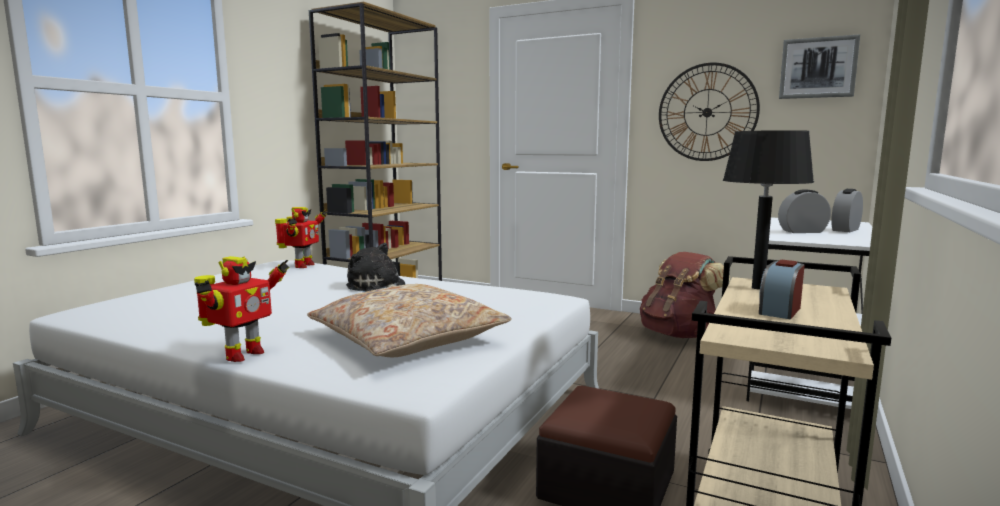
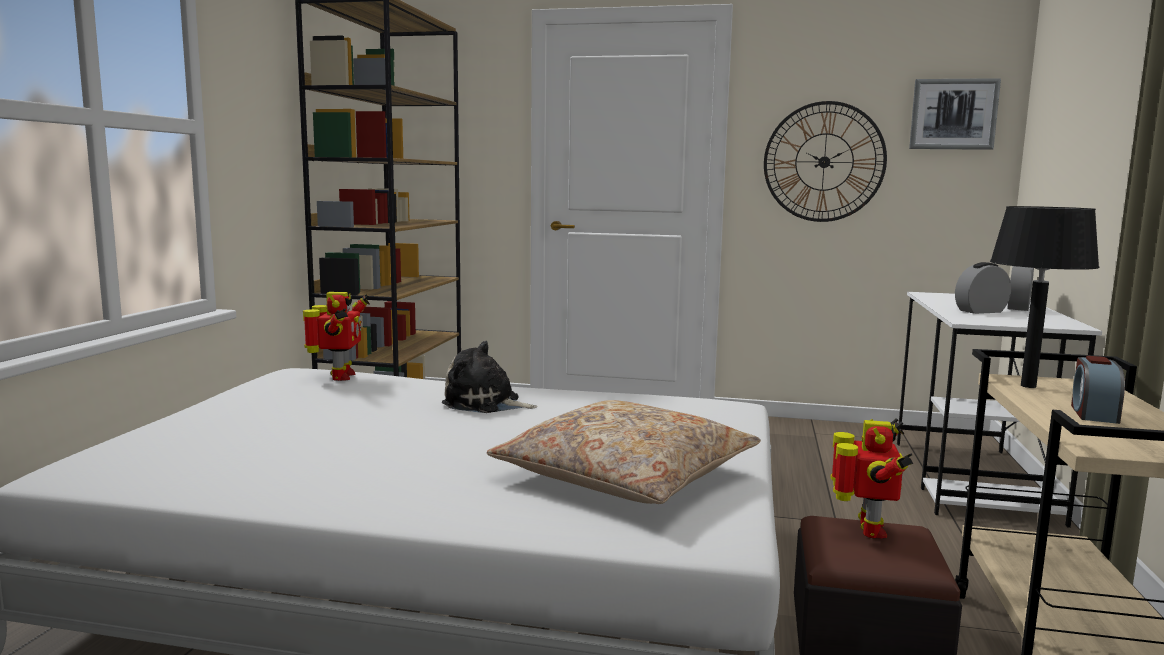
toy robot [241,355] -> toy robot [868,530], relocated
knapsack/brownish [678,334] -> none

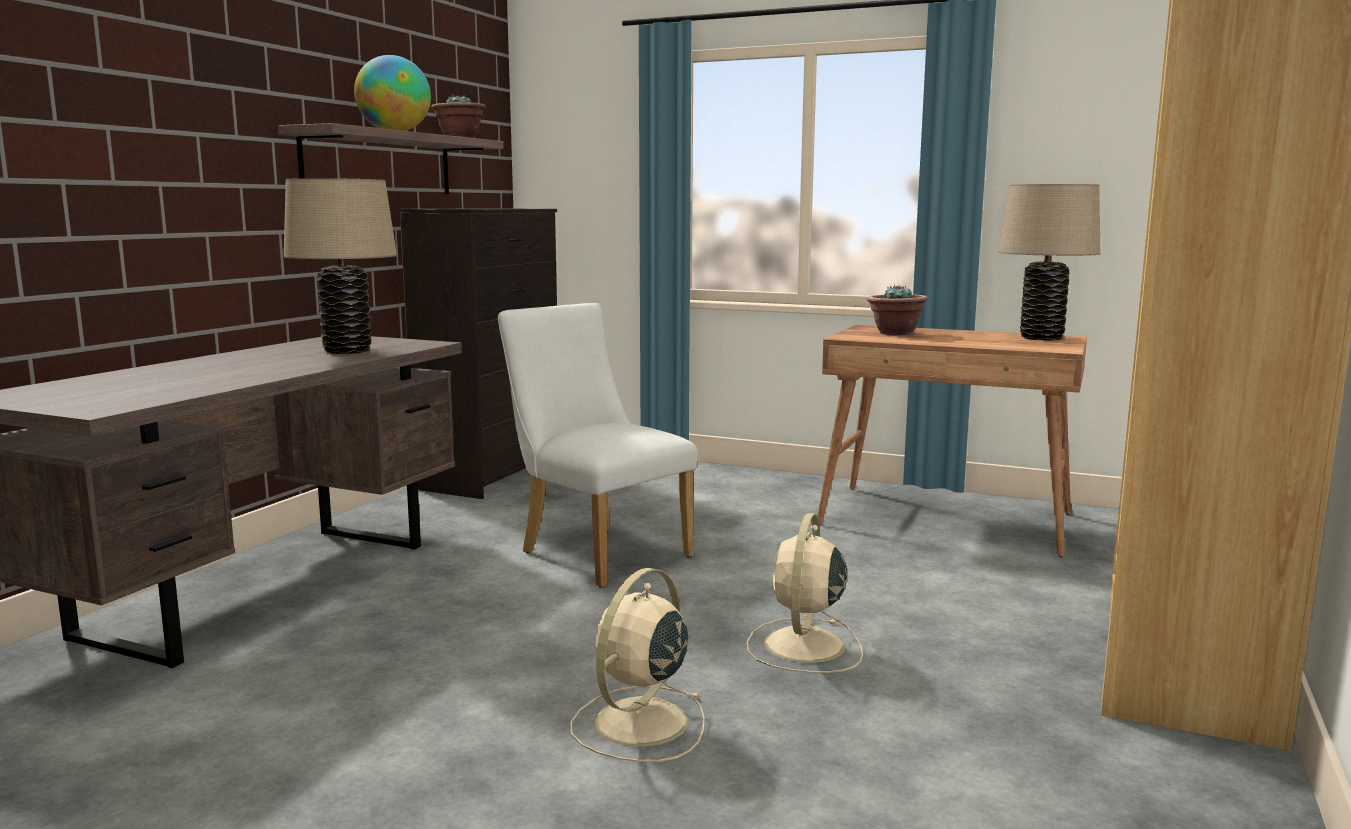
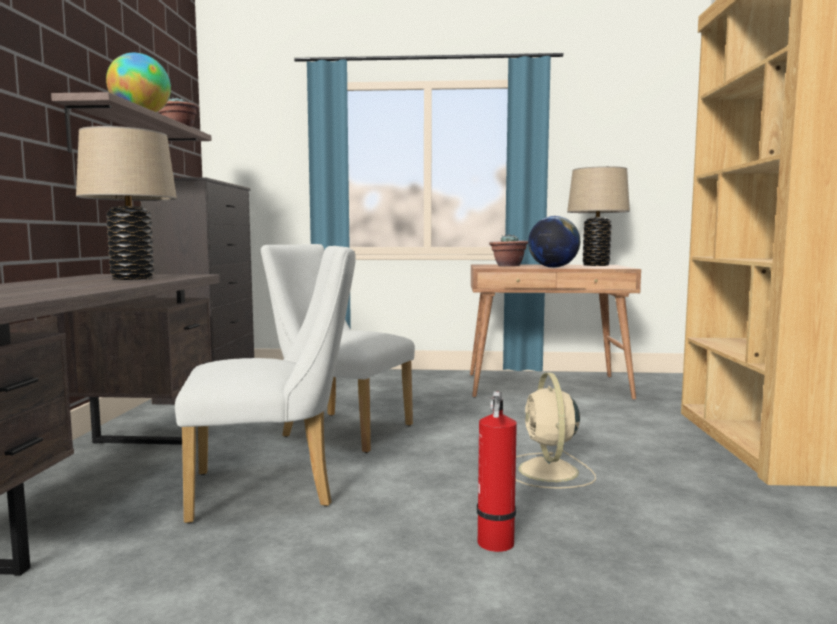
cooling fan/sand-coloured [638,724] -> extinguisher [495,545]
none -> chair/white-coloured [274,489]
none -> world globe [553,267]

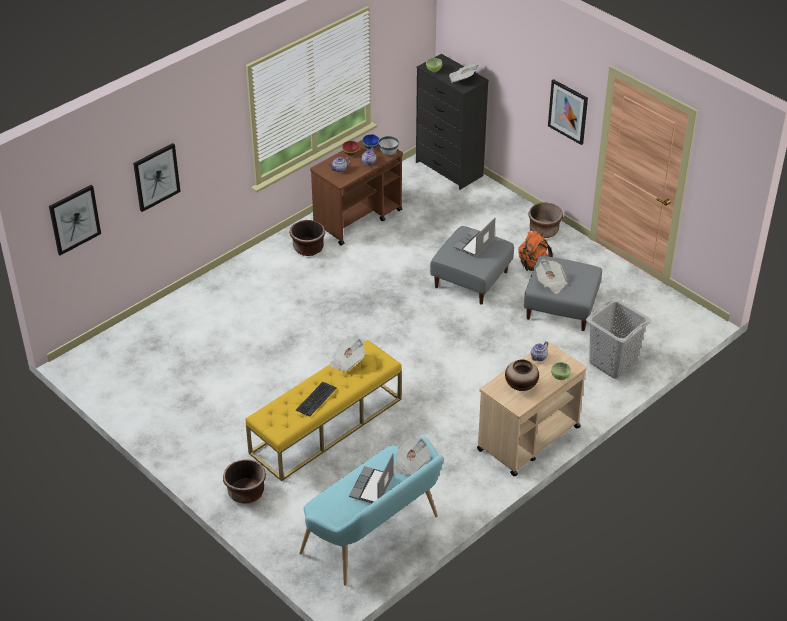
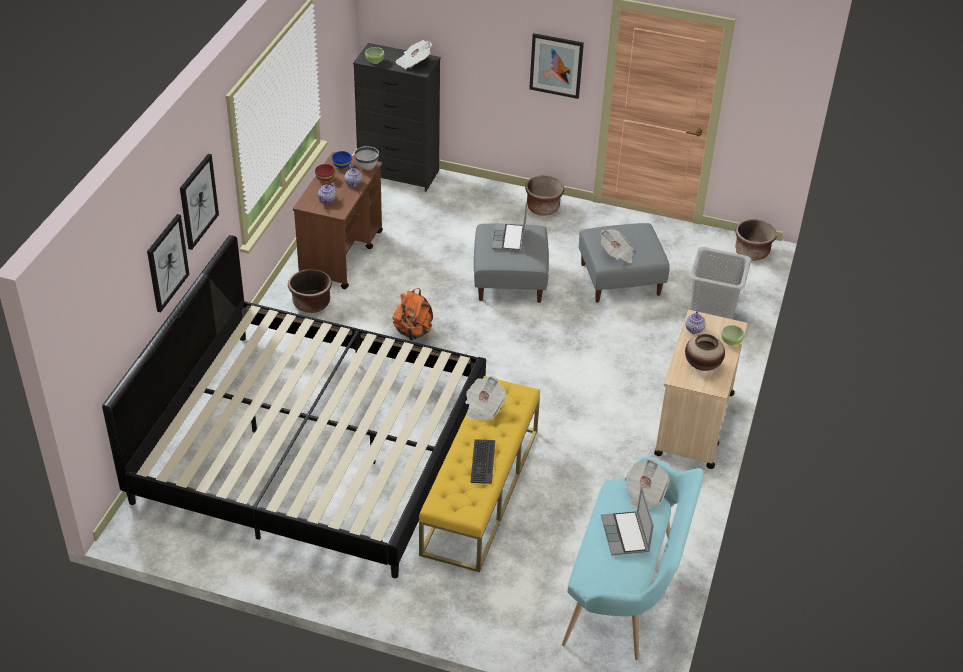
picture [74,219] -> picture [198,201], relocated
flower pot/brownish [246,493] -> flower pot/brownish [751,252], relocated
knapsack/orange [533,265] -> knapsack/orange [413,332], relocated
none -> sleeping bed [311,446]

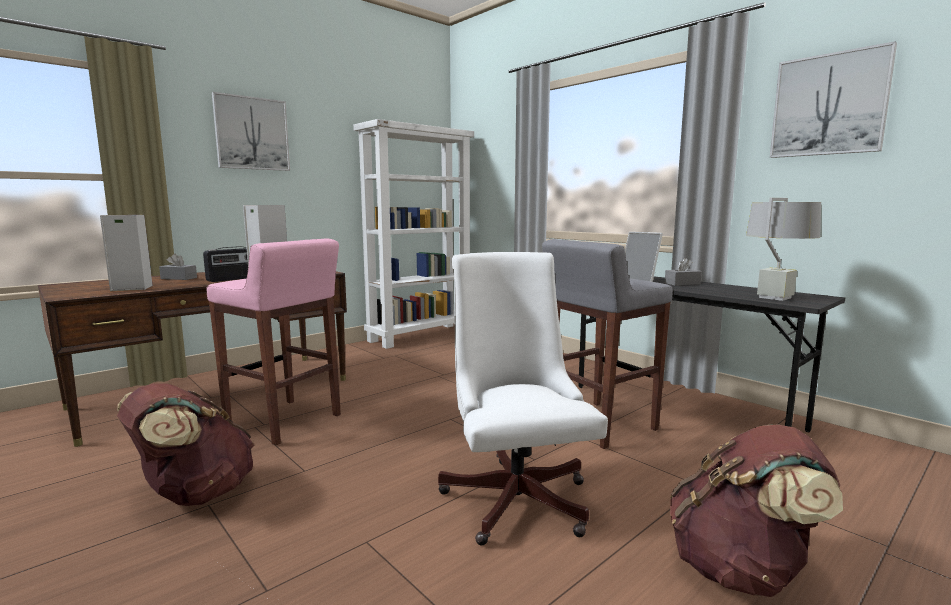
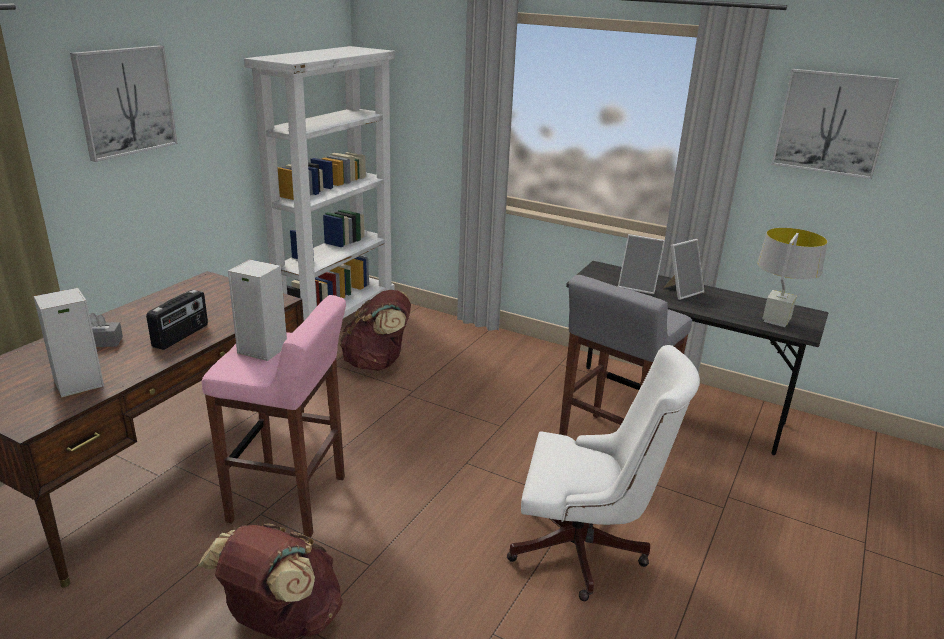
office chair/white-coloured [515,494] -> office chair/white-coloured [585,551], 135 degrees clockwise
tissue box/grey [682,283] -> standing frame [681,292]
knapsack/brownish [741,570] -> knapsack/brownish [377,363], relocated

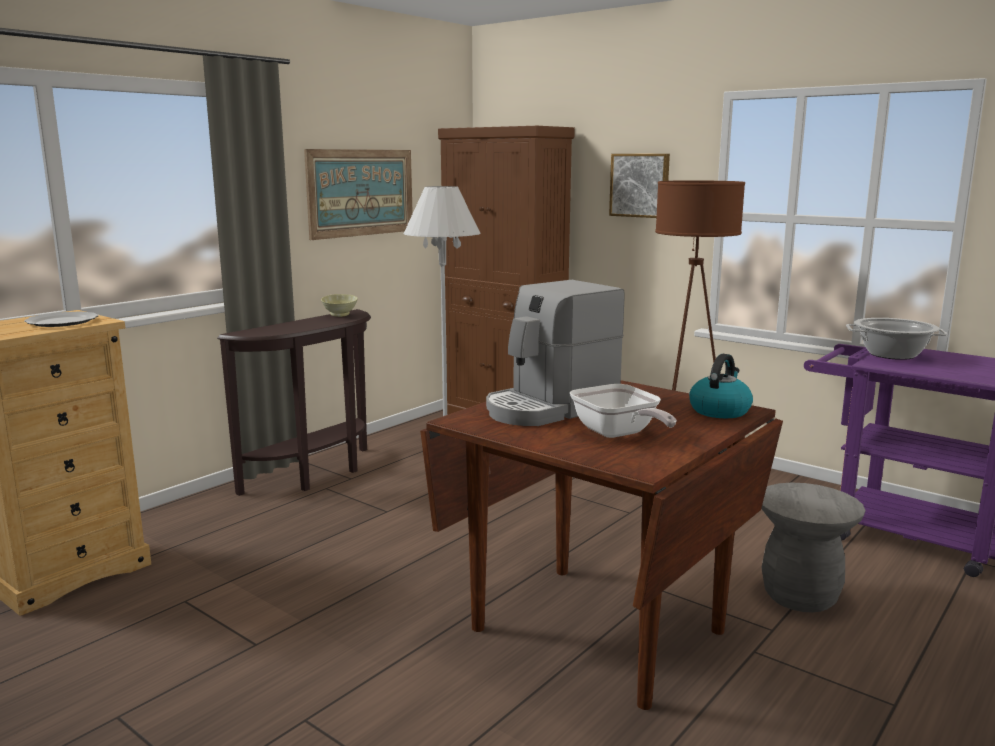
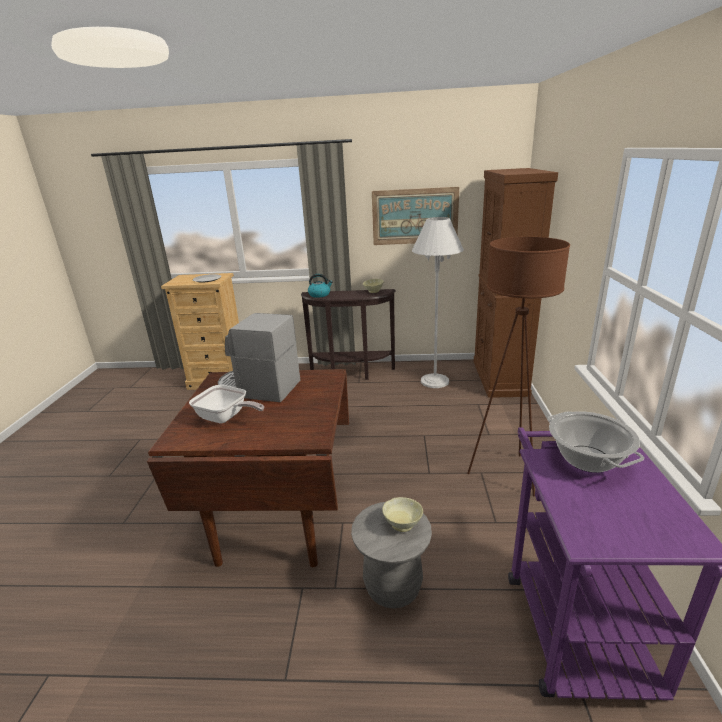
skillet [618,434] -> skillet [226,418], 90 degrees counterclockwise
picture [640,185] -> none
water kettle [719,410] -> water kettle [320,294], relocated
none -> bowl/sand-coloured [403,524]

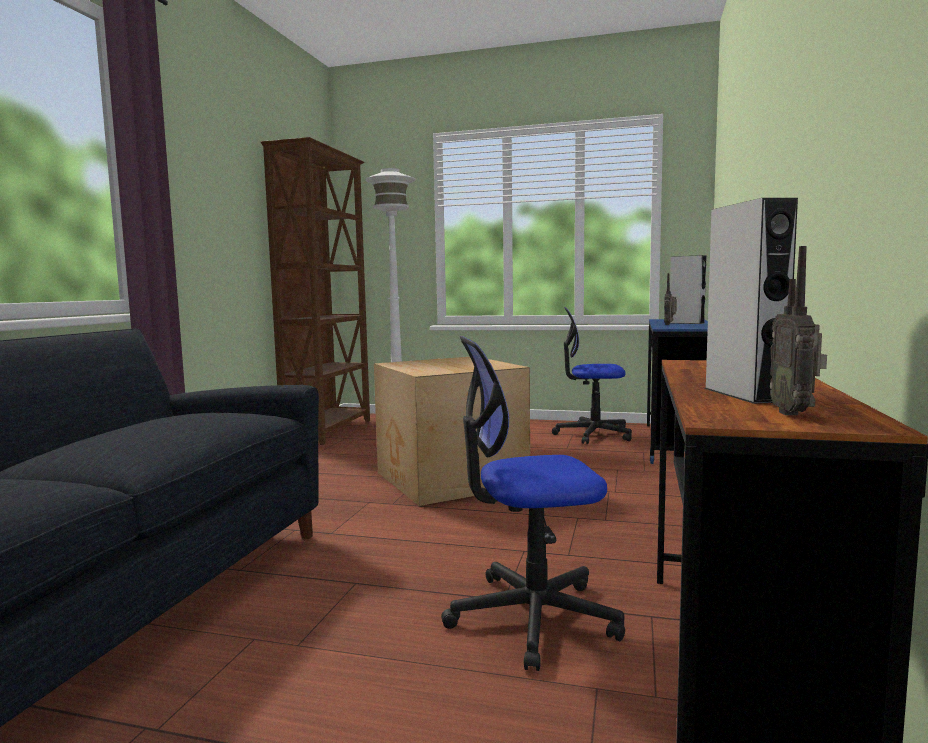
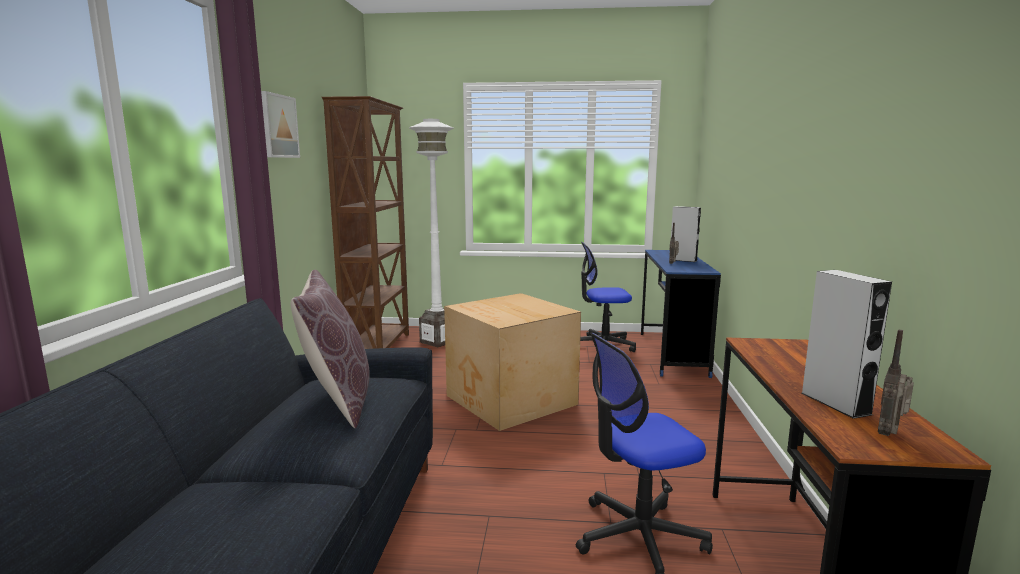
radio set [794,413] -> radio set [890,434], 45 degrees clockwise
none -> picture [276,126]
none -> pillow/brownish [337,399]

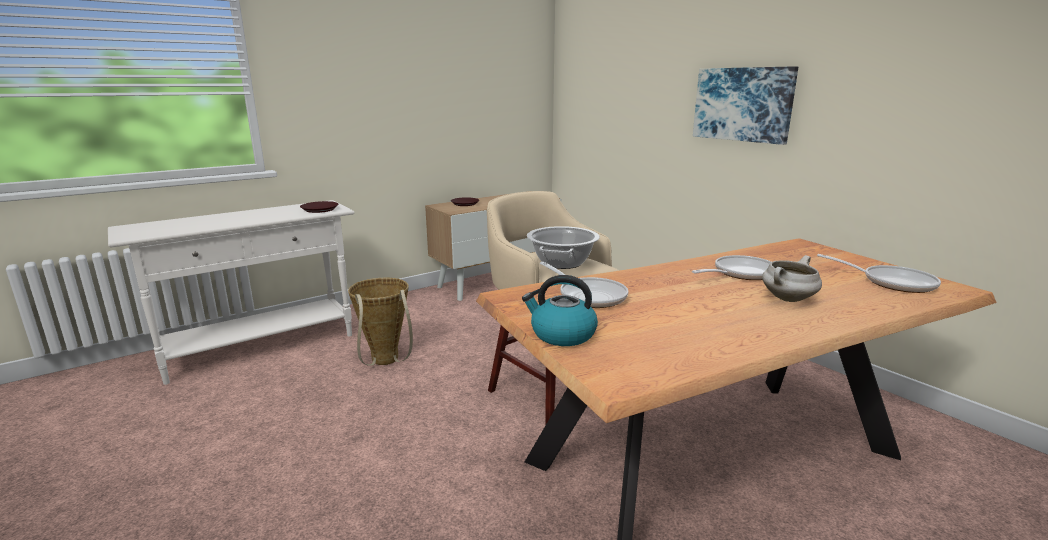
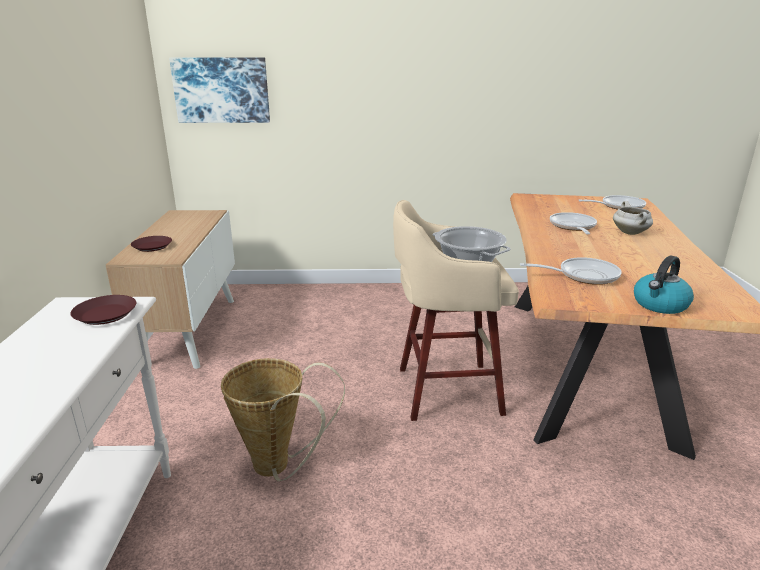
picture [743,104] -> picture [221,90], relocated

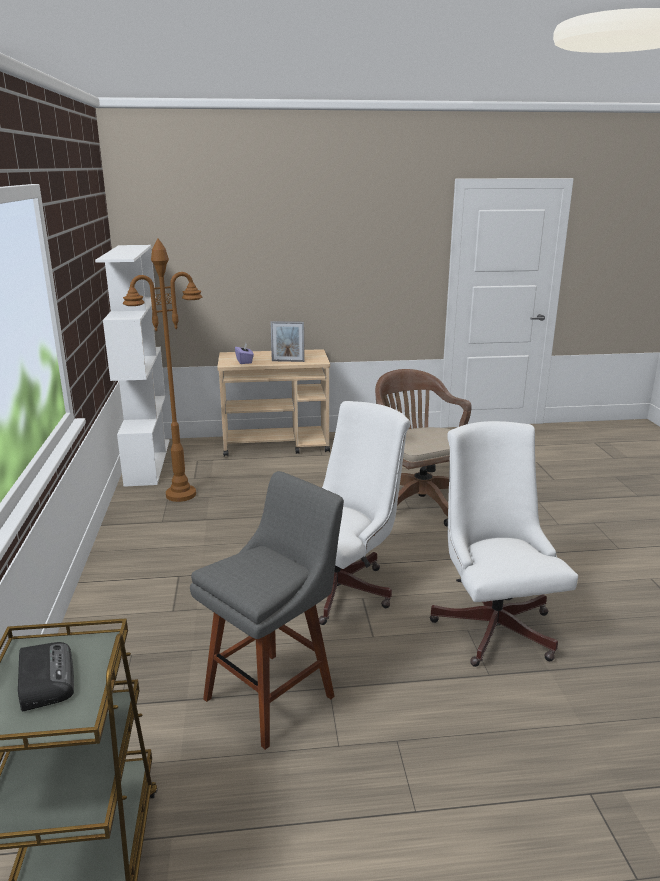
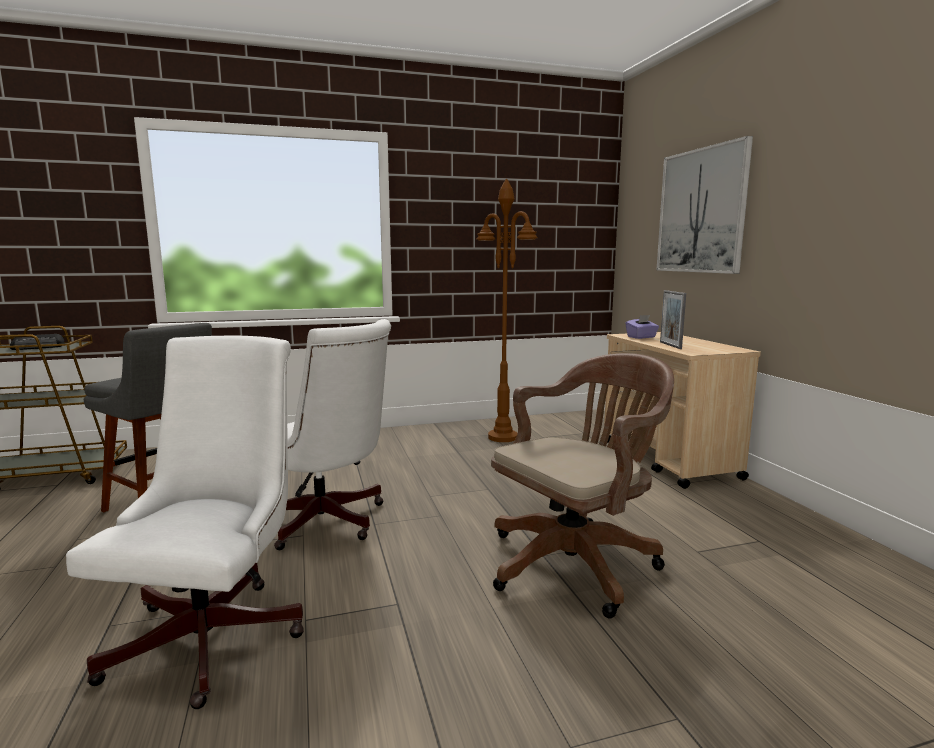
shelving unit/white-coloured [147,461] -> none
office chair/white-coloured [493,623] -> office chair/white-coloured [216,631], 60 degrees counterclockwise
none -> picture [701,211]

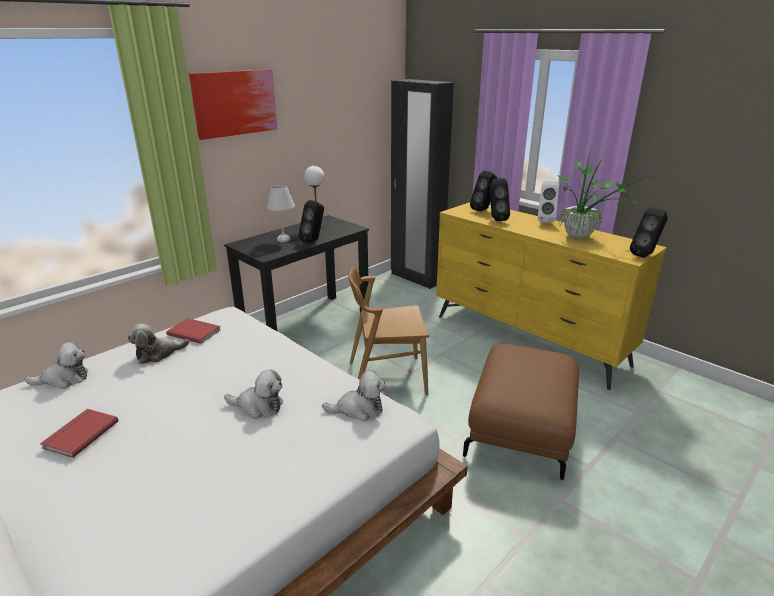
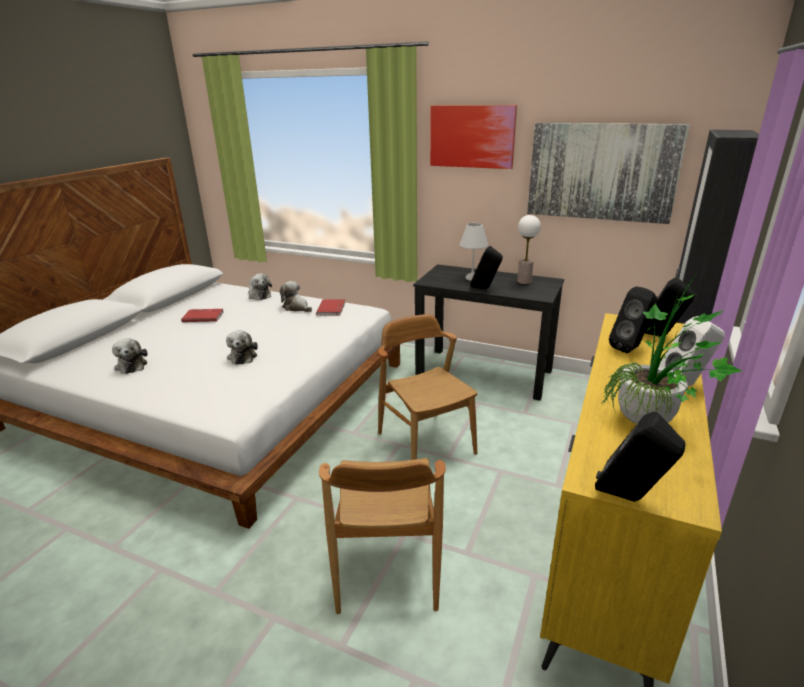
soft toy [358,409] -> soft toy [131,365], relocated
pouffe/brownish [521,430] -> chair/brownish [386,566]
none -> picture [601,172]

